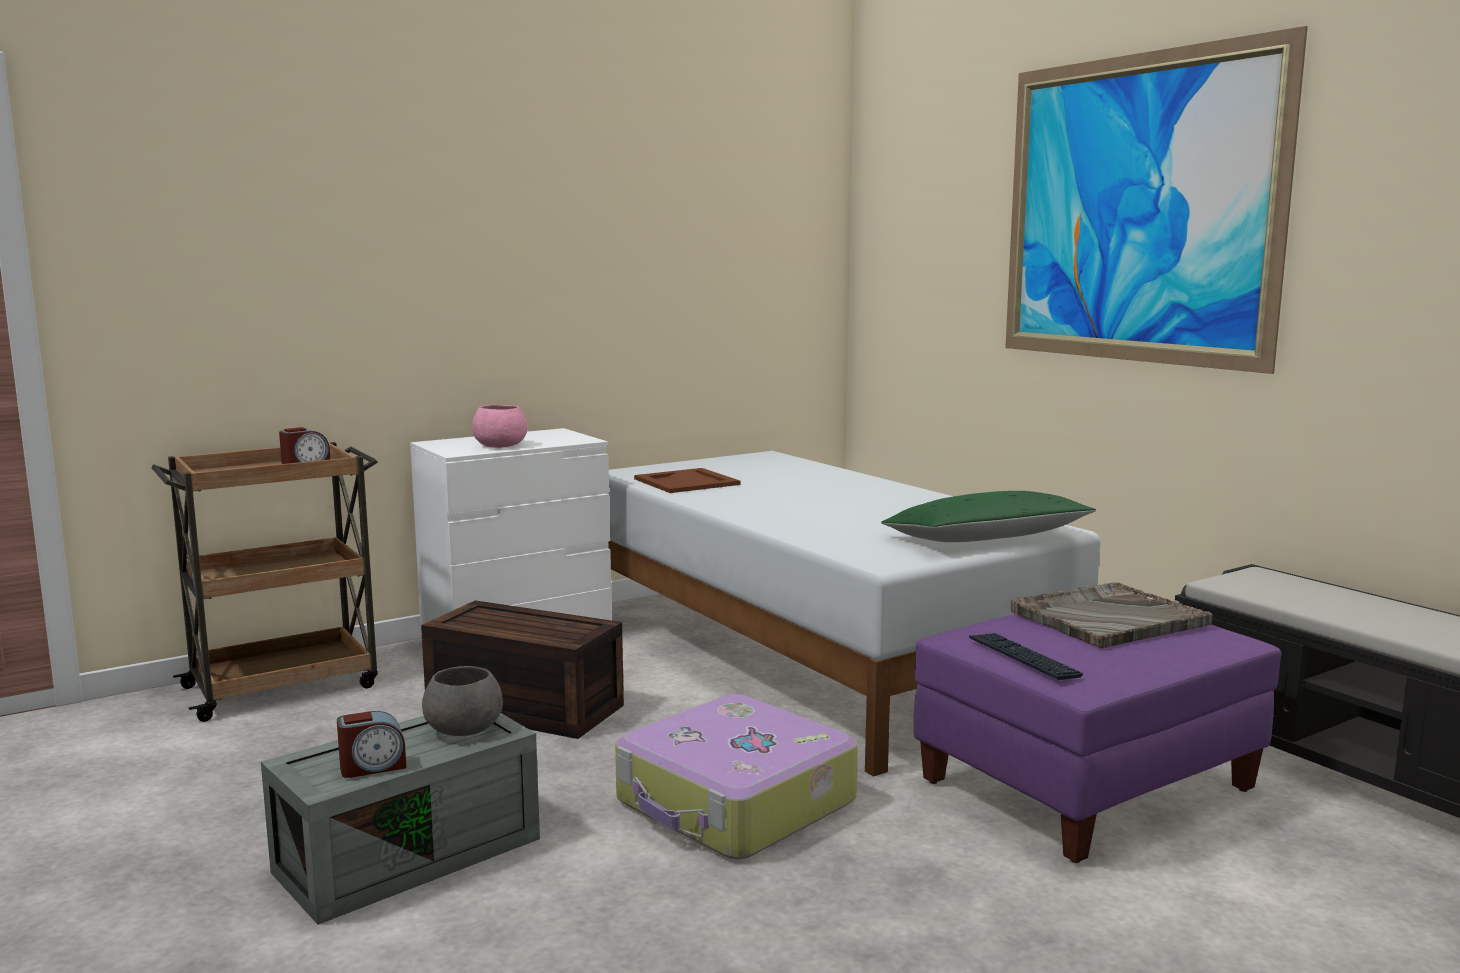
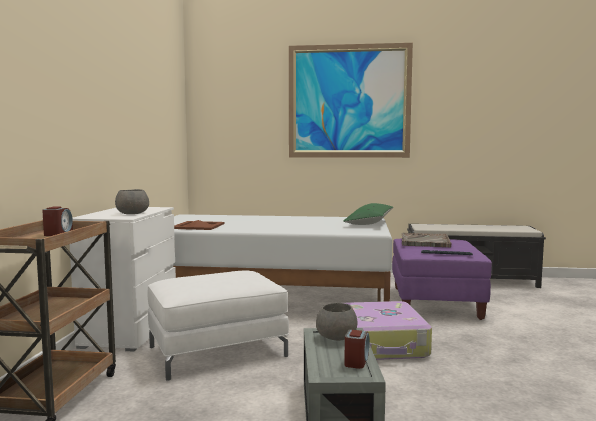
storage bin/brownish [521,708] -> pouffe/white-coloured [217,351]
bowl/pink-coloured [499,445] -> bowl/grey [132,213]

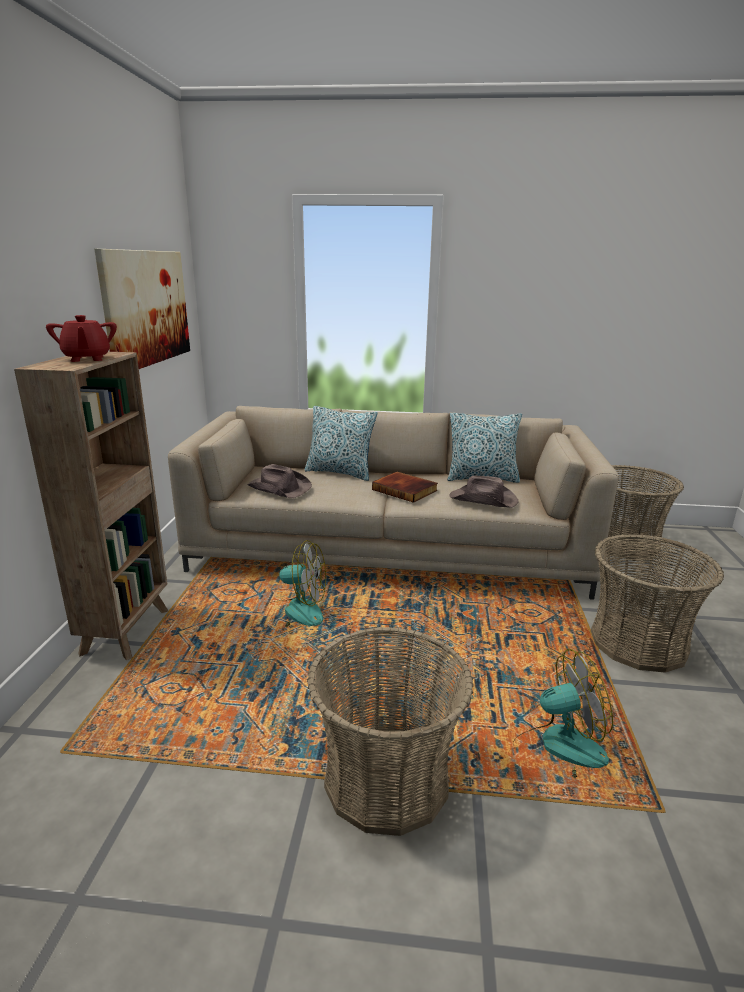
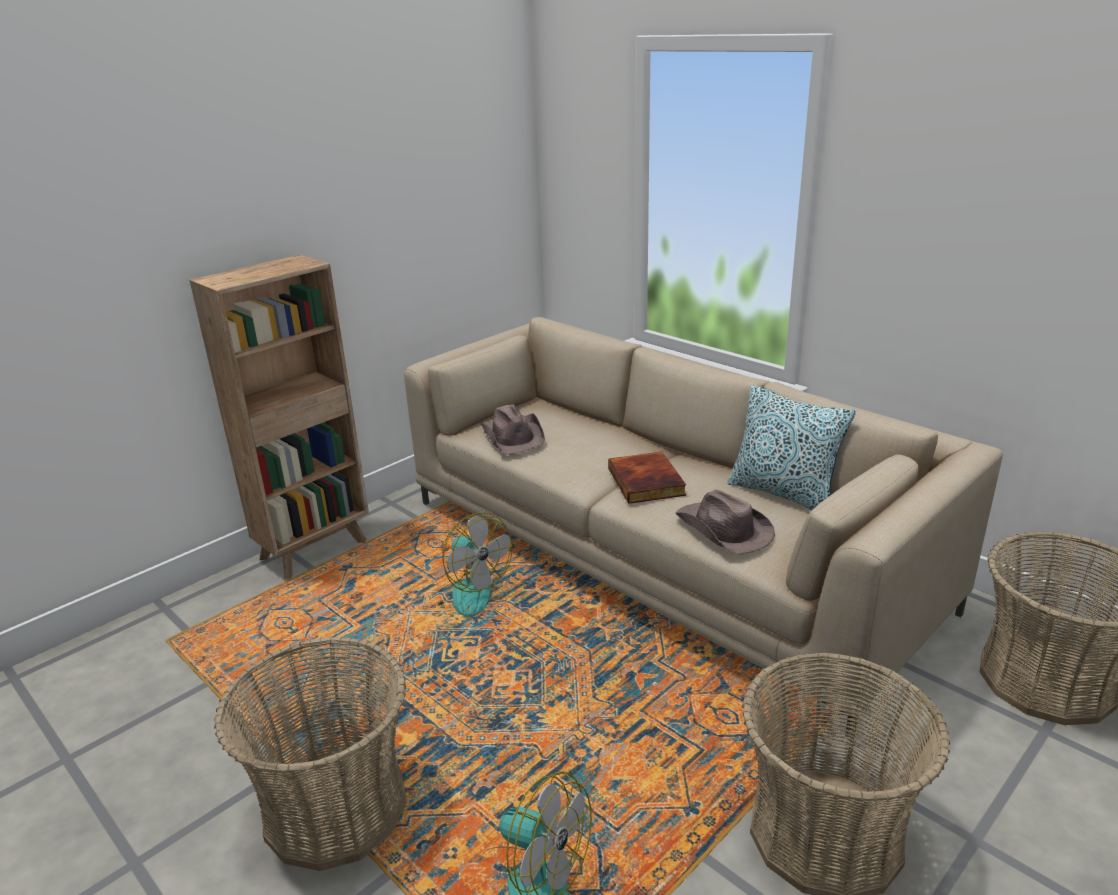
pot for tea/reddish [87,359] -> none
picture [146,308] -> none
pillow [340,472] -> none

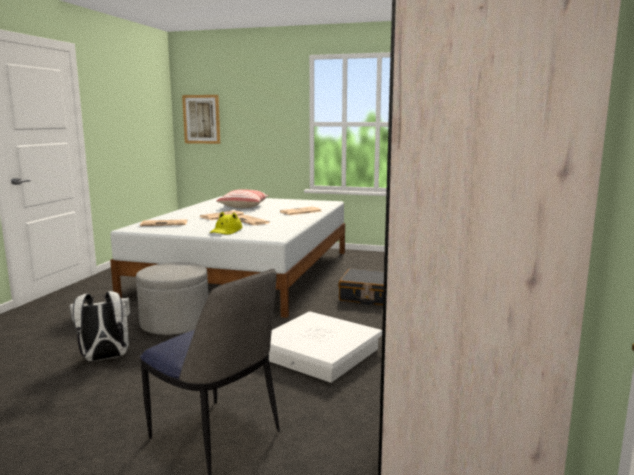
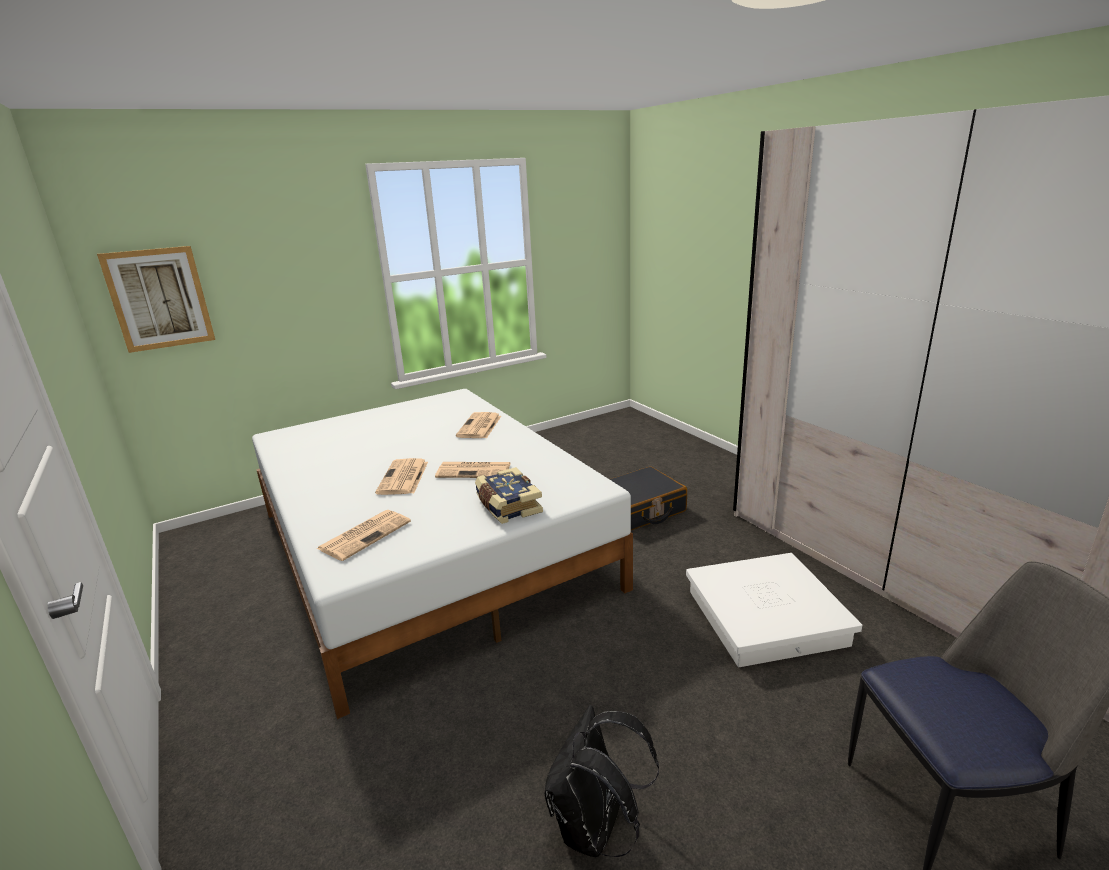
knapsack/white-coloured [104,358] -> knapsack/blackish [596,829]
pouffe/grey [175,323] -> none
hat/yellow [226,231] -> bound book [507,506]
pillow [243,206] -> none

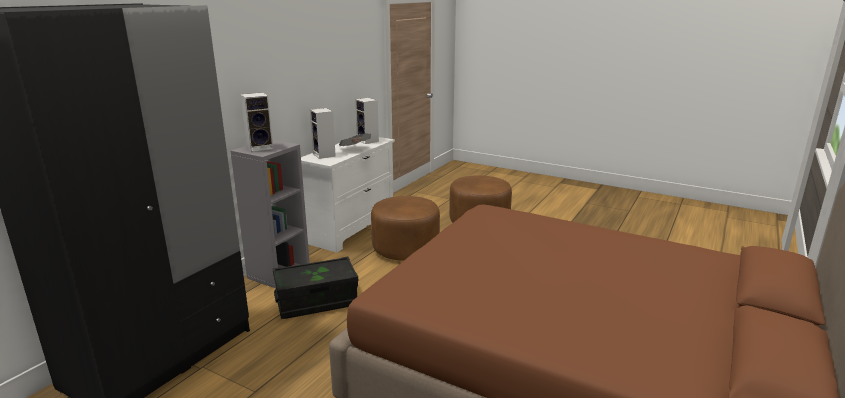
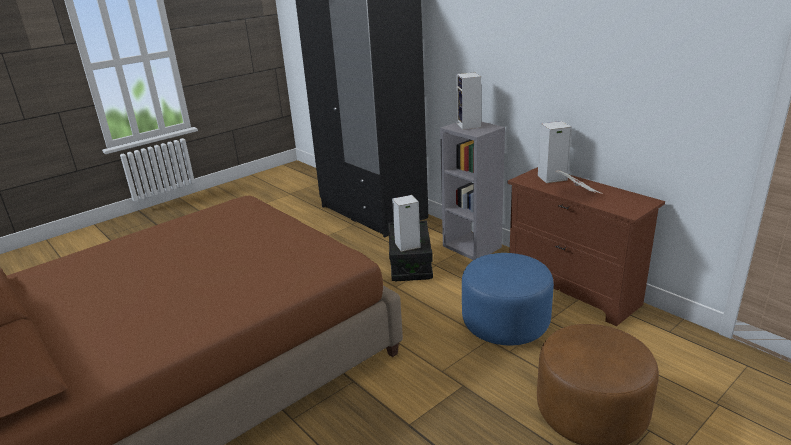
drawer chest/white-coloured [352,229] -> drawer chest/brownish [573,290]
loudspeaker [368,141] -> loudspeaker [406,246], relocated
pouffe/brownish [406,249] -> pouffe/blue [505,323]

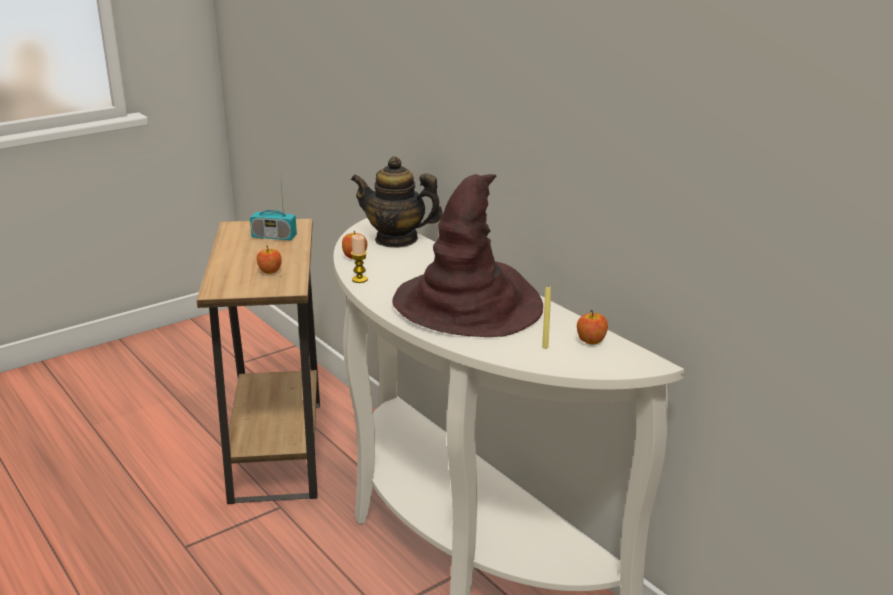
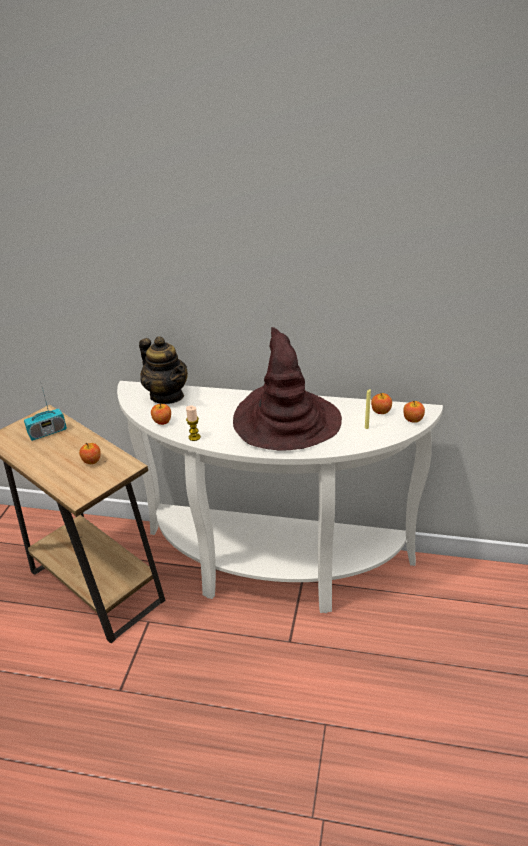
pot for tea [396,239] -> pot for tea [167,395], 105 degrees counterclockwise
none -> apple [413,419]

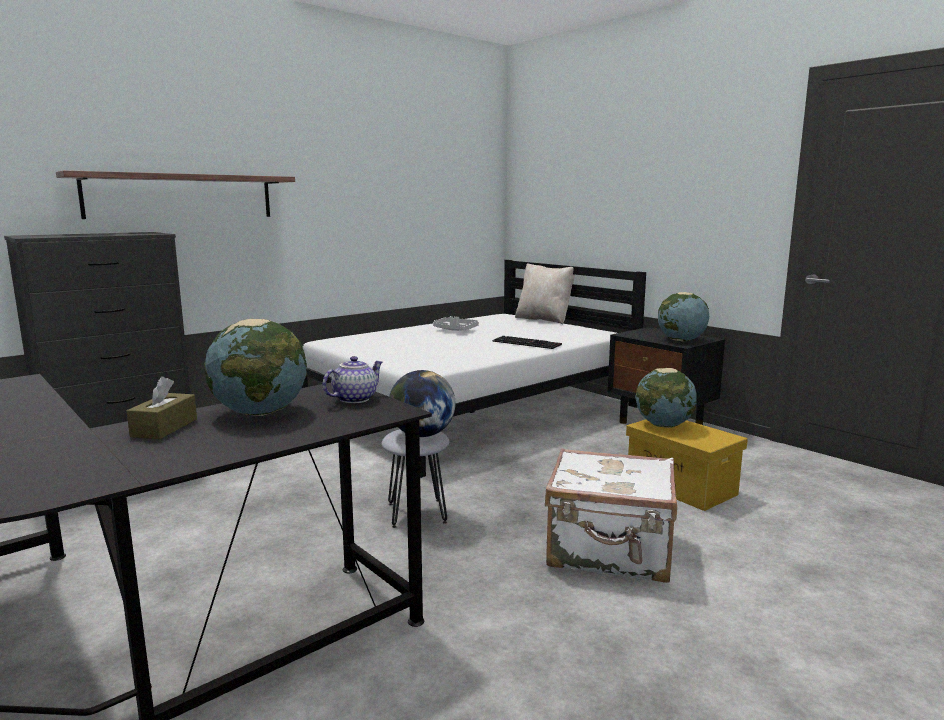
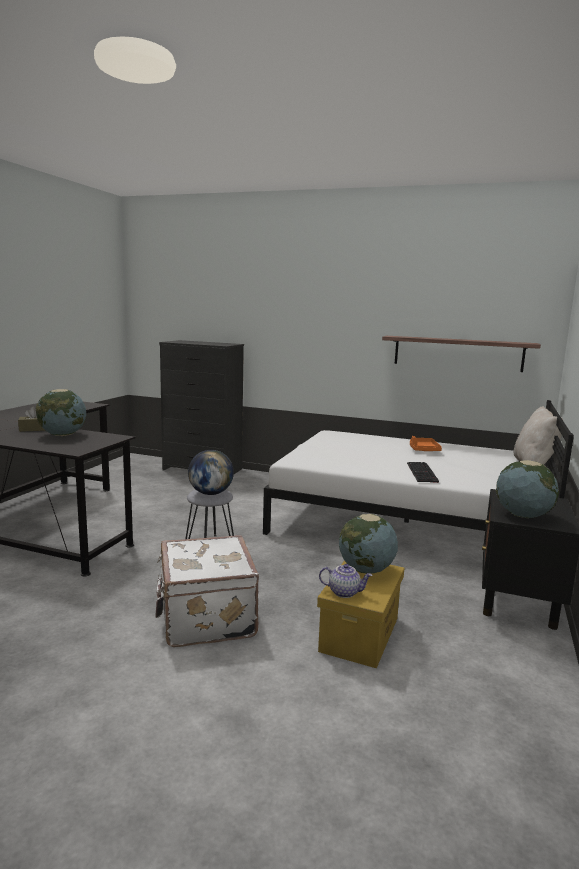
wall shelf [181,196] -> wall shelf [457,353], relocated
pot for tea [354,399] -> pot for tea [344,592], relocated
tray/grey [454,330] -> tray/orange [423,449]

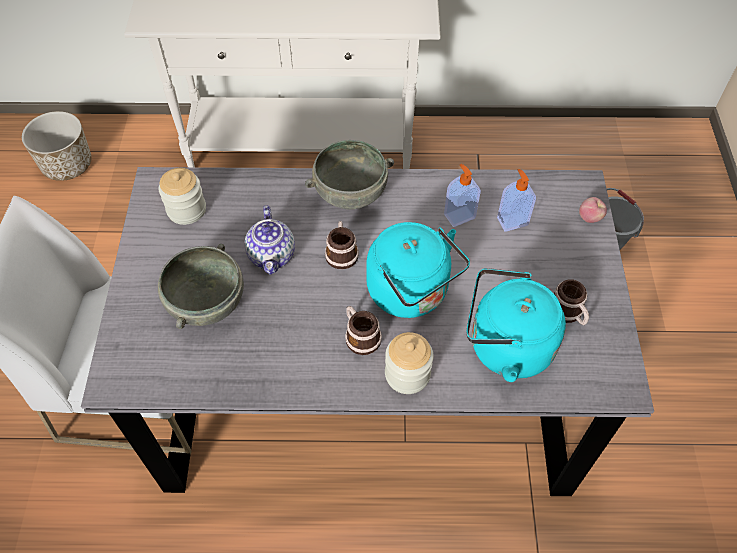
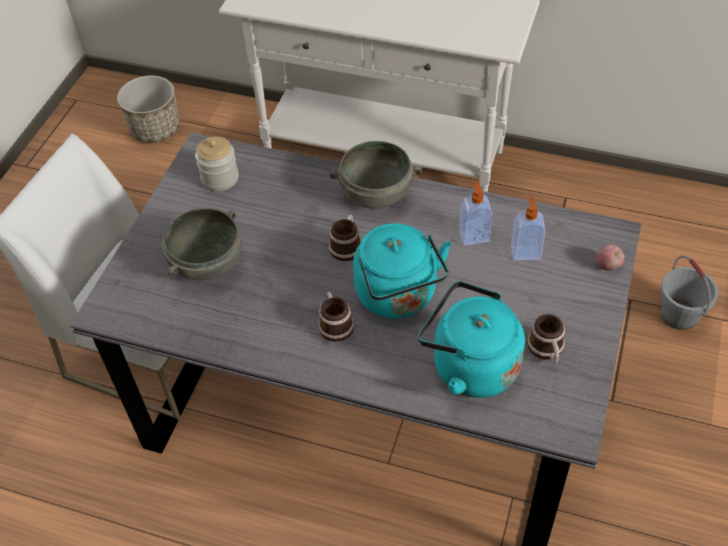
pot for tea [272,256] -> none
preserve jar [407,374] -> none

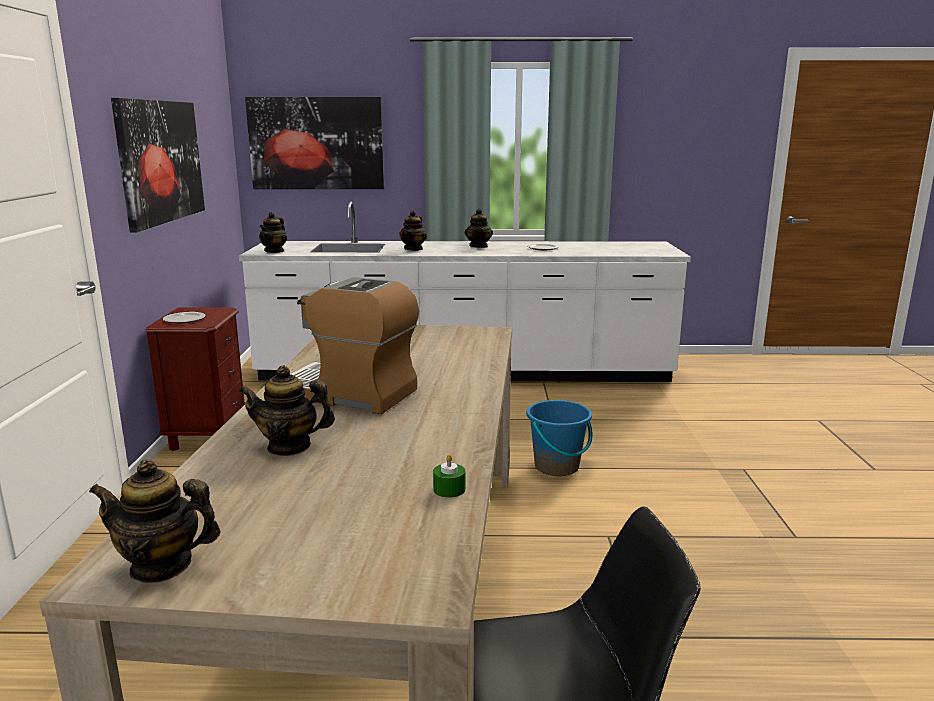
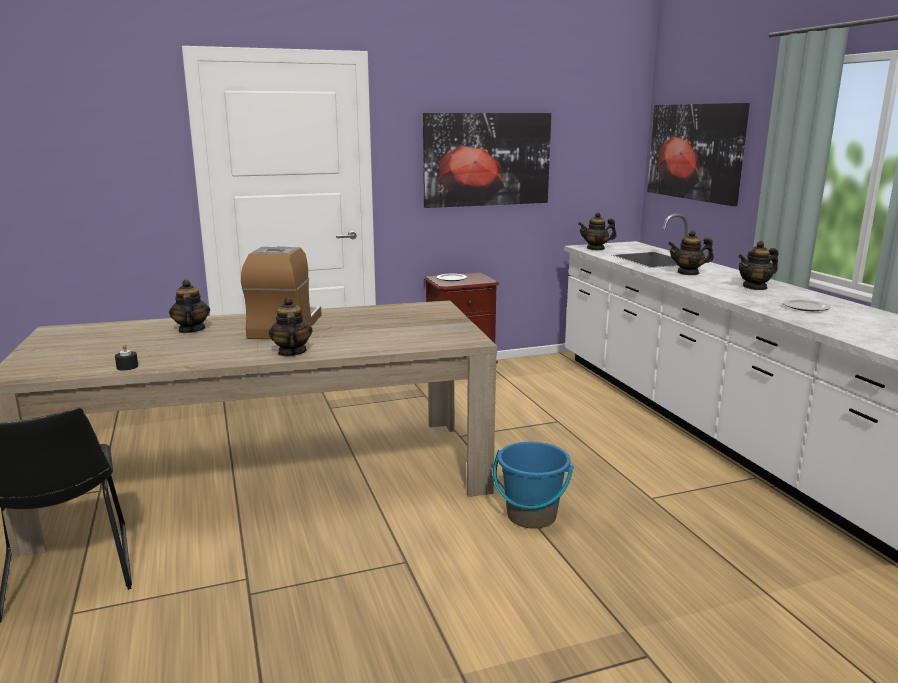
pot for tea [161,566] -> pot for tea [291,352], relocated
wax candle/green-coloured [449,489] -> wax candle/blackish [127,367]

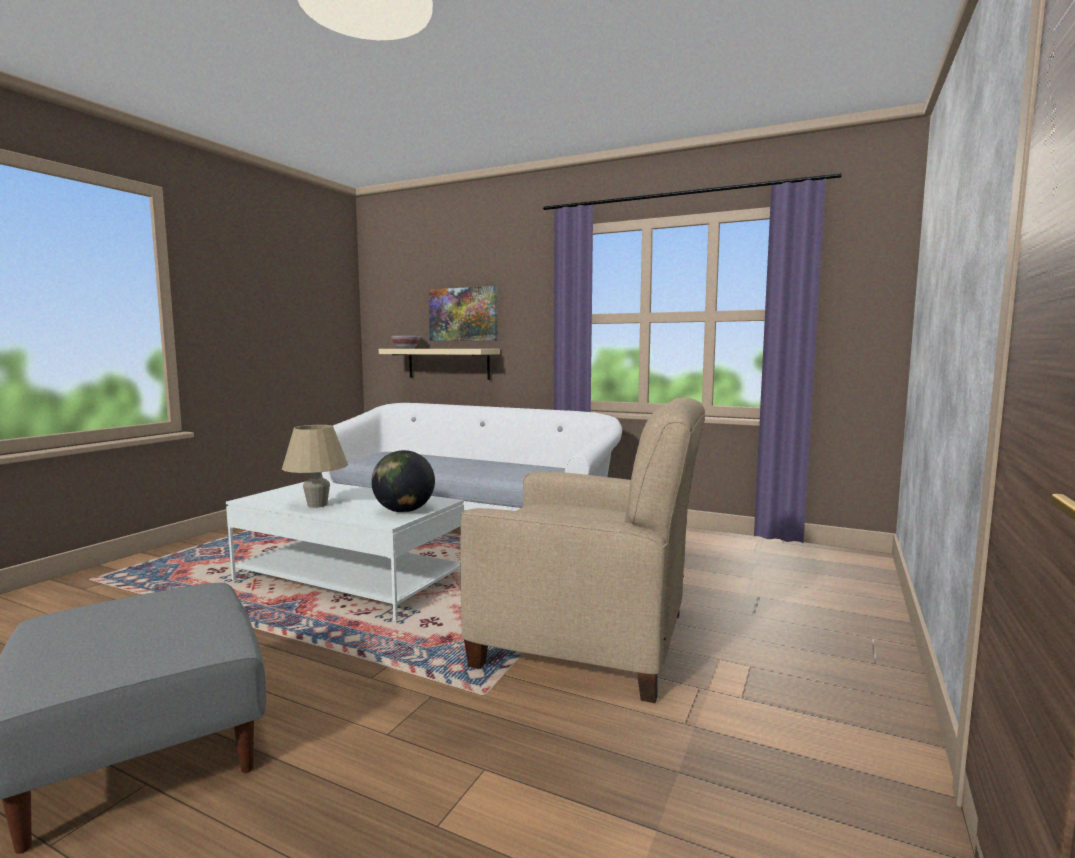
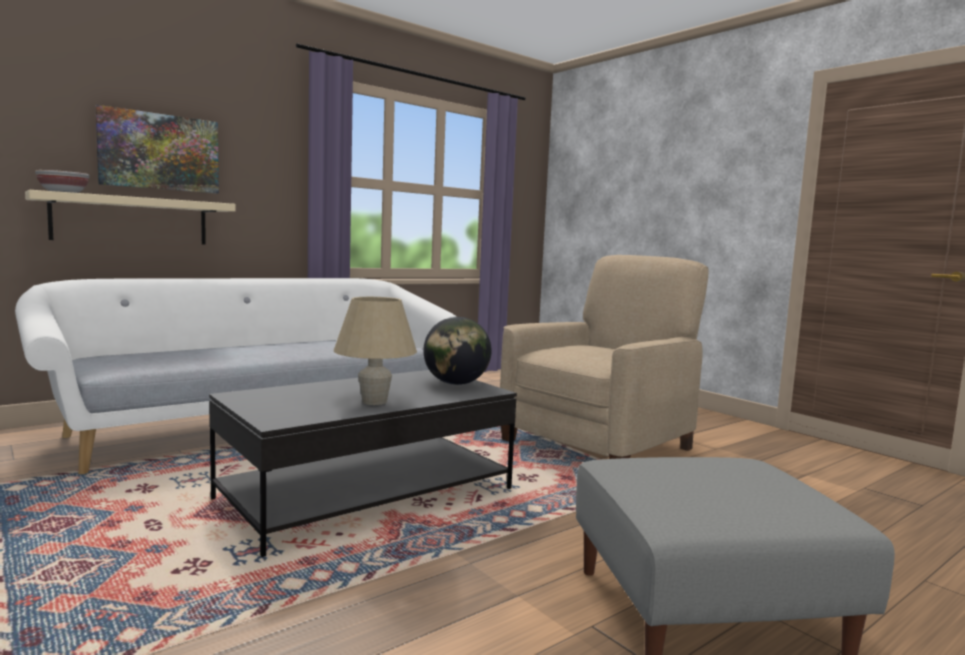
coffee table/white-coloured [349,580] -> coffee table/blackish [368,494]

